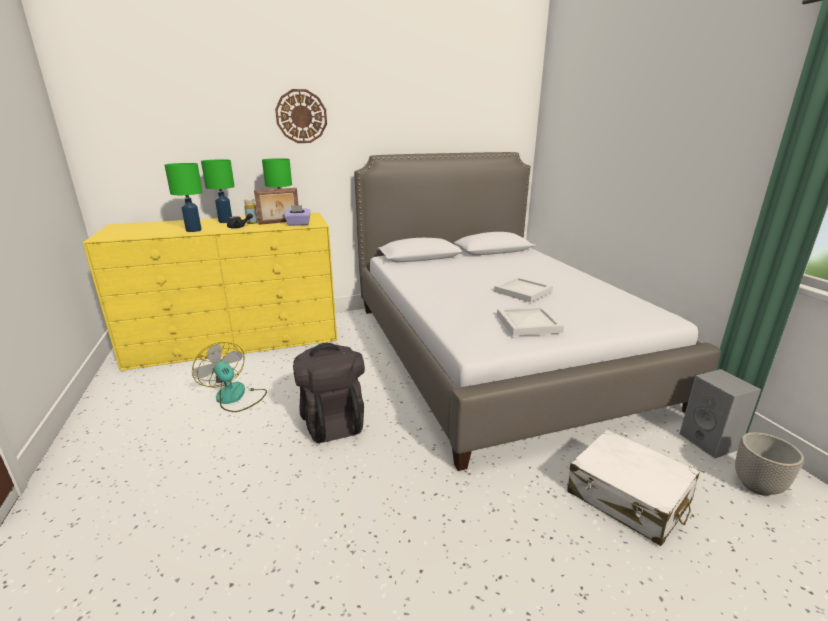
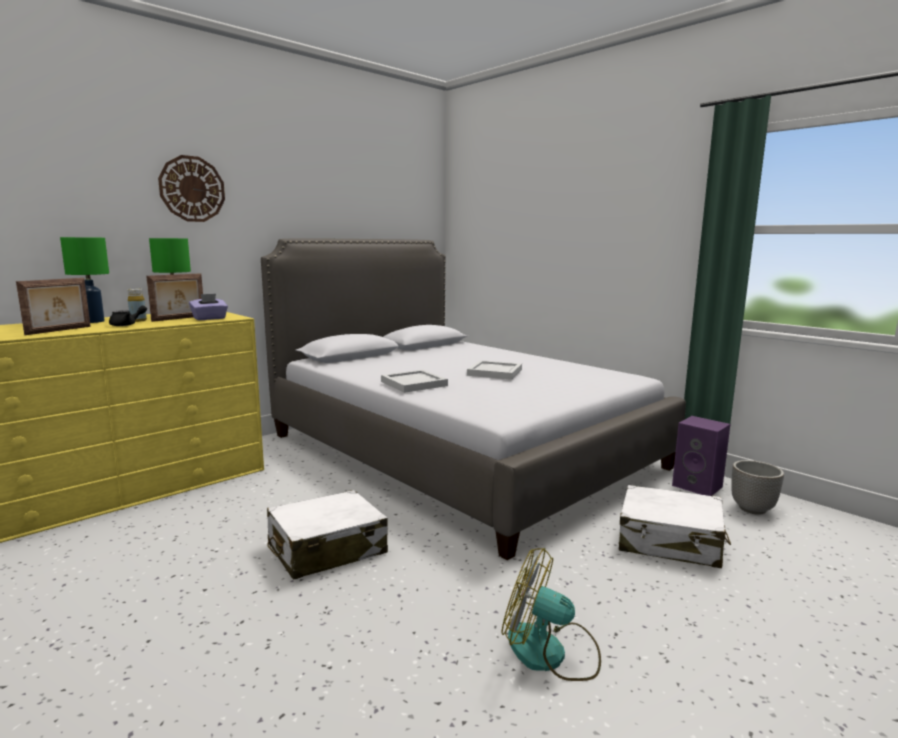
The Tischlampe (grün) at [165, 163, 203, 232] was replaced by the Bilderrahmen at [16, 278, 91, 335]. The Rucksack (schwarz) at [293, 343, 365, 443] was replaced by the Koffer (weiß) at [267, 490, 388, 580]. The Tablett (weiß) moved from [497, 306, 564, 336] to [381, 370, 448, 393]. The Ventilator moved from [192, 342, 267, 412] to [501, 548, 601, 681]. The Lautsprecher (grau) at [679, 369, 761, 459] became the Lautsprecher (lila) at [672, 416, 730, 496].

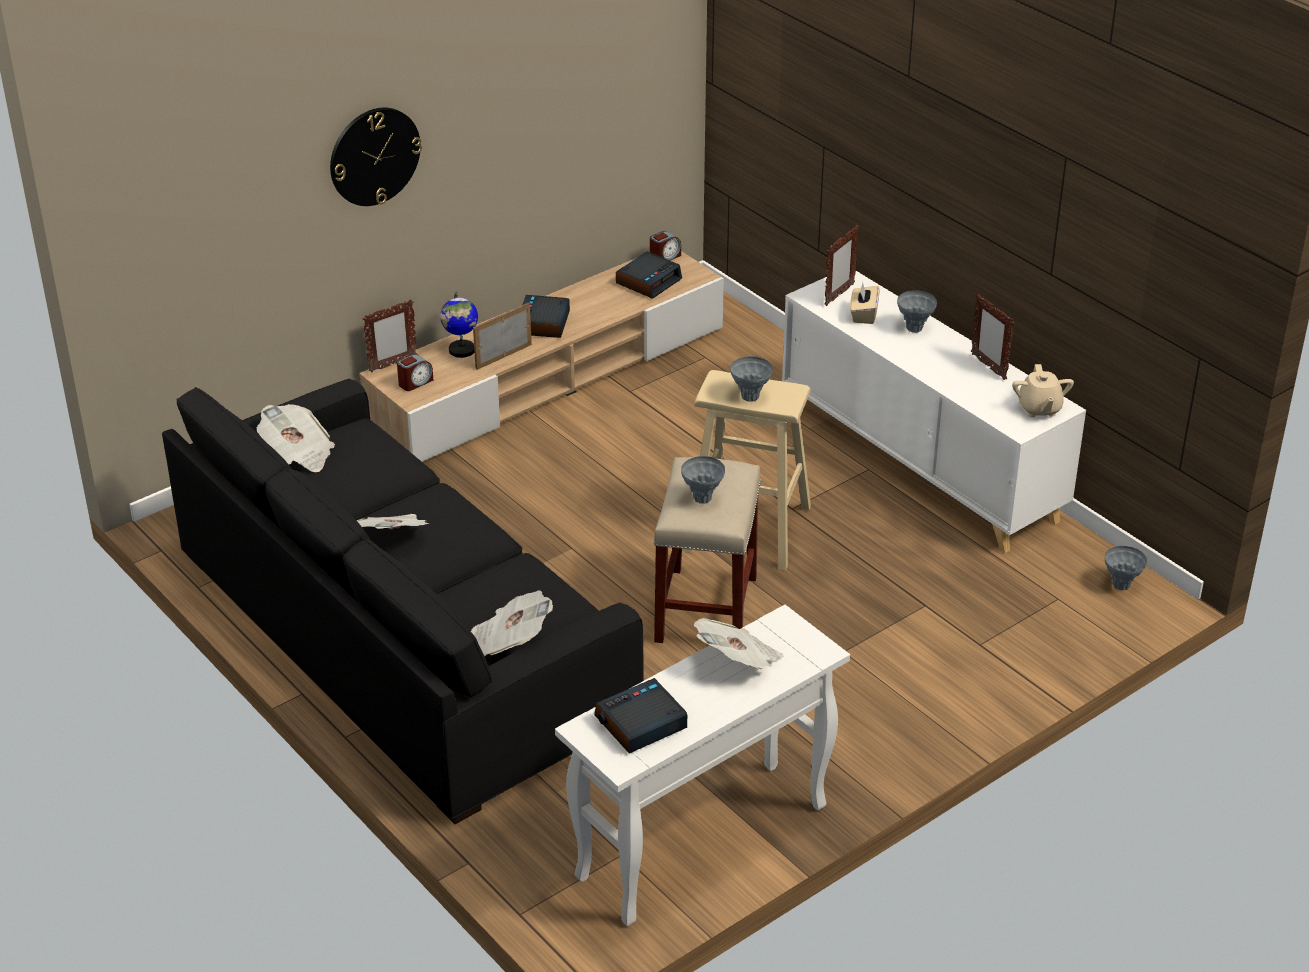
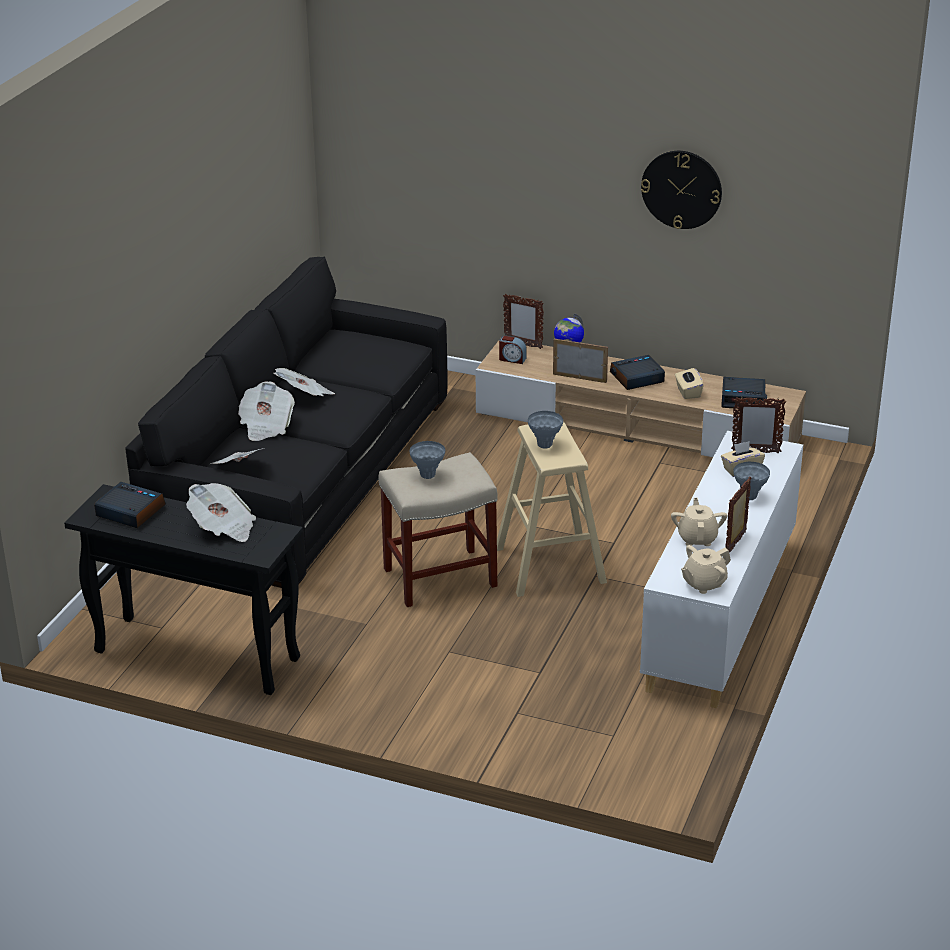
The Konsolentisch (weiß) at [555, 605, 850, 926] became the Konsolentisch (schwarz) at [64, 484, 303, 695]. The Zeitung moved from [257, 404, 335, 472] to [238, 381, 295, 441]. The Wanduhr moved from [330, 108, 422, 206] to [641, 151, 722, 229]. The Teekanne (beige) at [671, 498, 727, 546] appeared. The Taschentuchbox (beige) at [675, 368, 704, 399] appeared. The Wecker at [650, 231, 681, 261] disappeared. The Vase (grau) at [1105, 546, 1147, 590] disappeared.

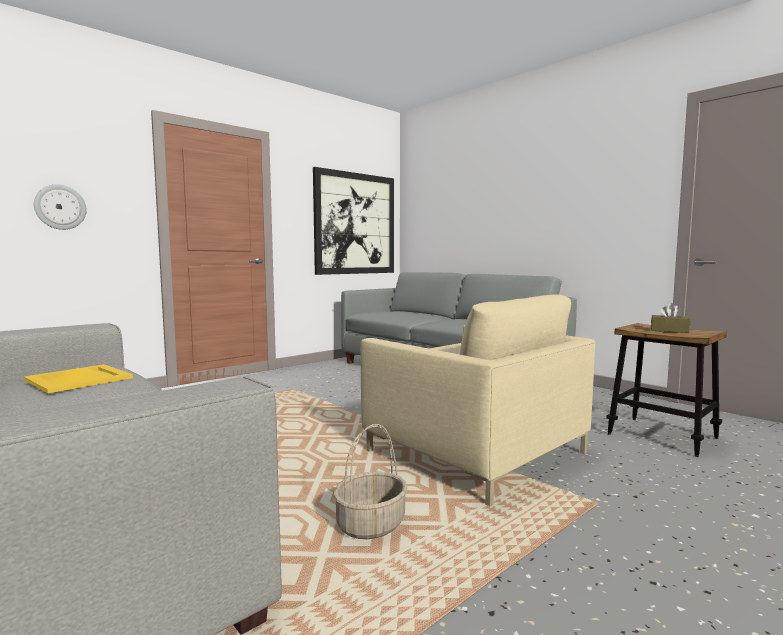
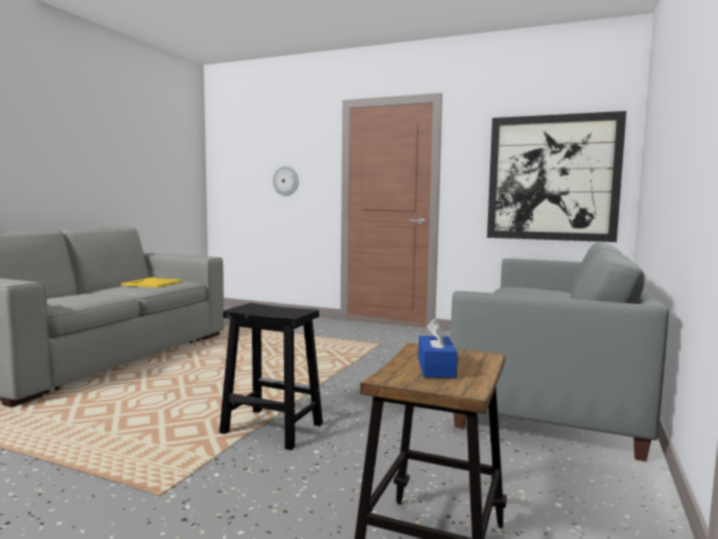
The Sessel (beige) at [360, 295, 596, 506] was replaced by the Hocker (schwarz) at [219, 303, 323, 450]. The Taschentuchbox (braun) at [651, 303, 690, 333] became the Taschentuchbox (blau) at [418, 318, 458, 378]. The Korb at [333, 424, 407, 539] disappeared.

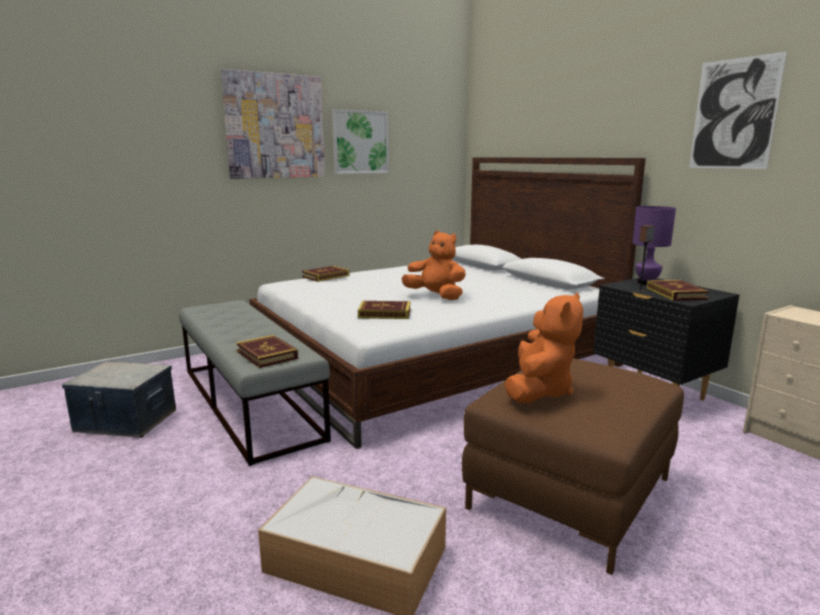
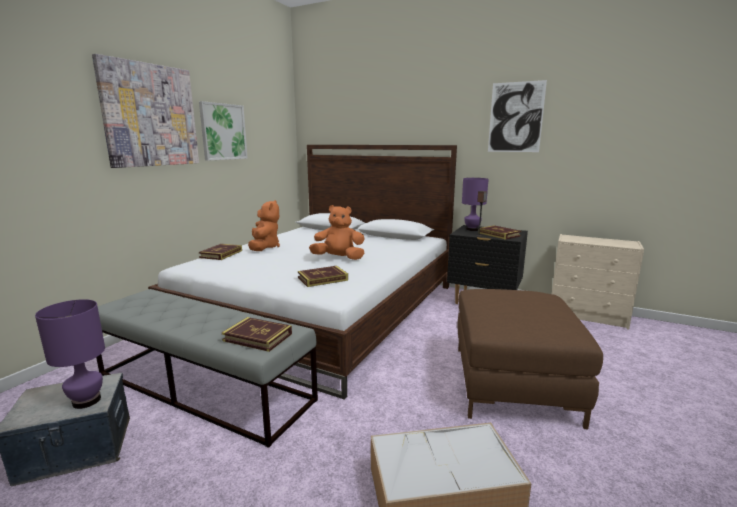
The Tischlampe (lila) at [35, 299, 105, 409] appeared. The Plüschtier (orange) moved from [504, 292, 583, 403] to [248, 200, 280, 251].

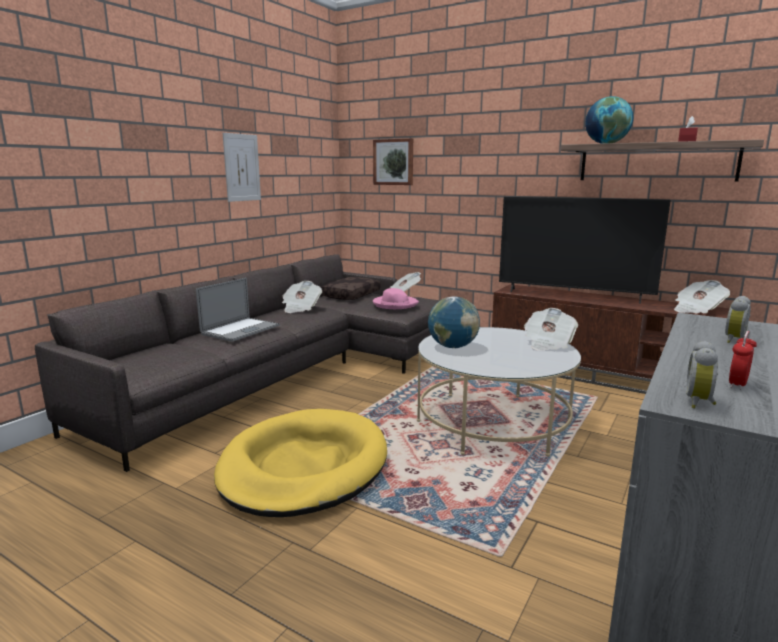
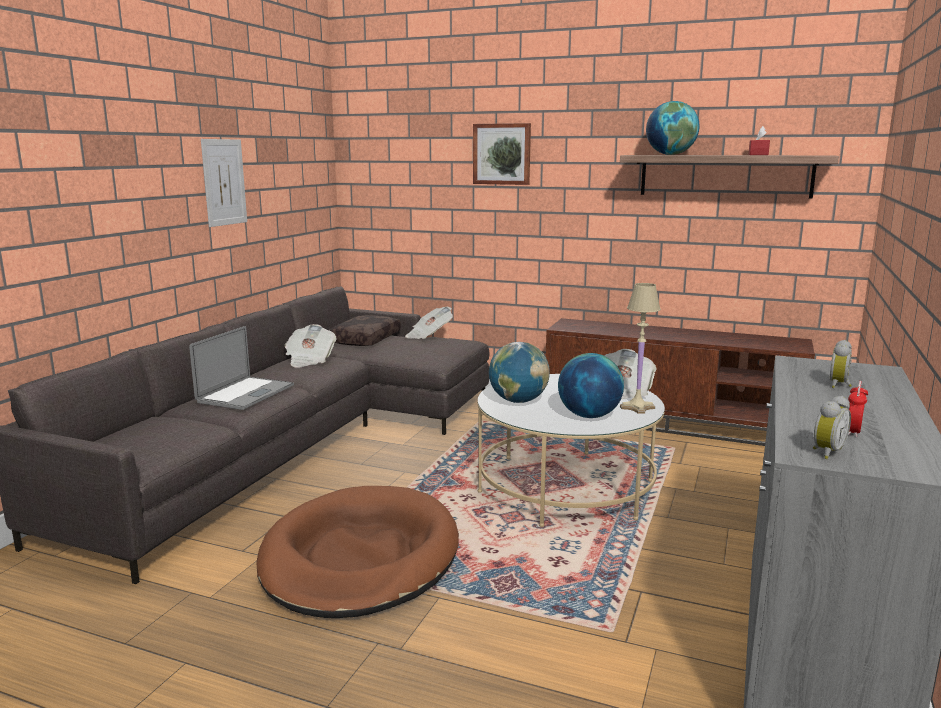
The Hundebett (gelb) at [214, 409, 387, 517] became the Hundebett (braun) at [256, 486, 459, 618]. The Bild moved from [373, 138, 413, 185] to [473, 123, 531, 185]. The Globus at [558, 353, 624, 418] appeared. The Tischlampe (beige) at [620, 283, 661, 414] appeared. The Wecker at [686, 341, 718, 408] turned 150 degrees counterclockwise. The Hut (rosa) at [373, 288, 419, 309] disappeared. The Fernseher at [499, 197, 671, 304] disappeared. The Zeitung at [674, 280, 730, 313] disappeared.

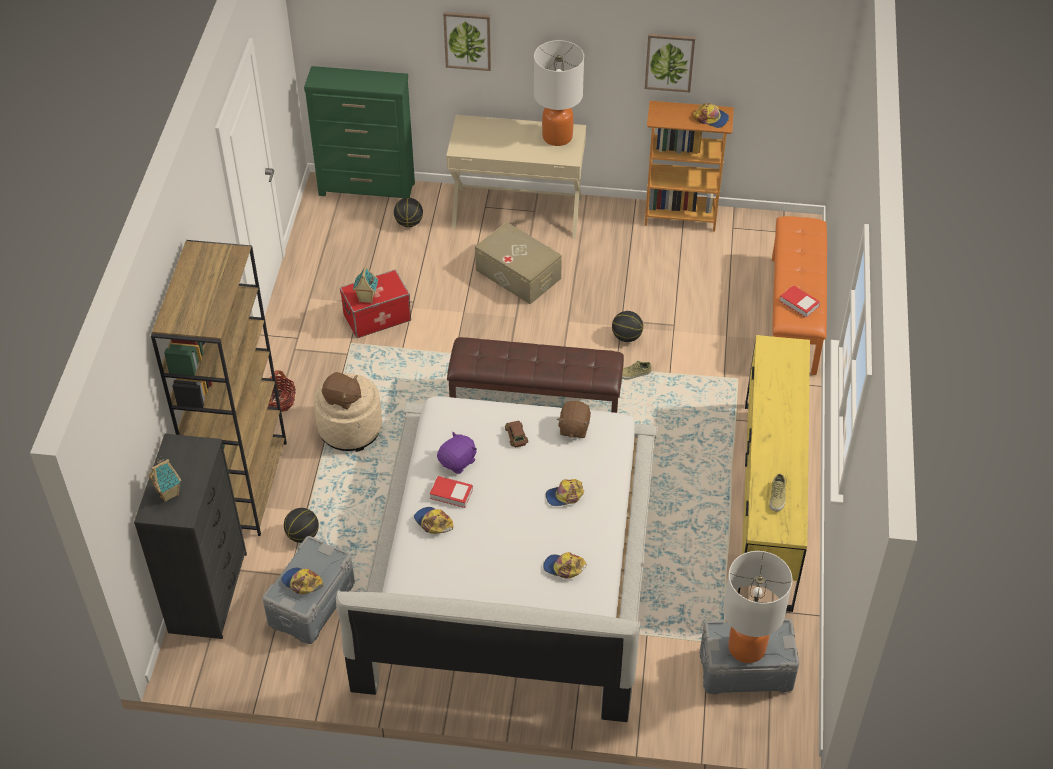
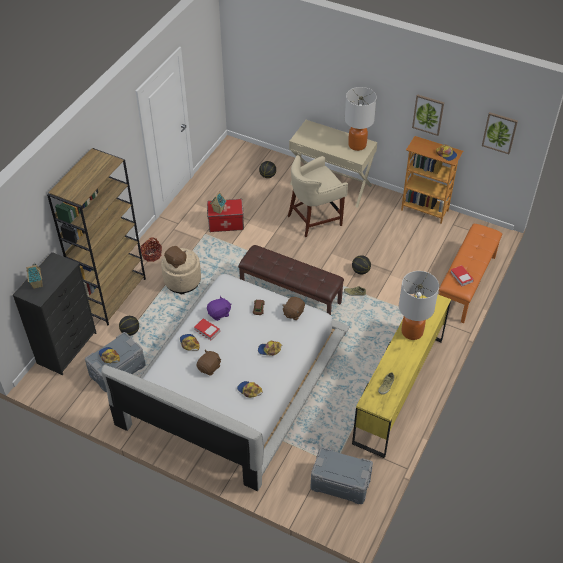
The Plüschtier (braun) at [196, 350, 221, 376] appeared. The Aufbewahrungsbox (beige) at [475, 222, 562, 304] was replaced by the Hocker (beige) at [288, 155, 348, 237]. The Tischlampe moved from [723, 551, 792, 663] to [399, 271, 439, 340]. The Bild moved from [443, 12, 491, 71] to [482, 112, 518, 154]. The Kommode (grün) at [304, 66, 415, 198] disappeared.

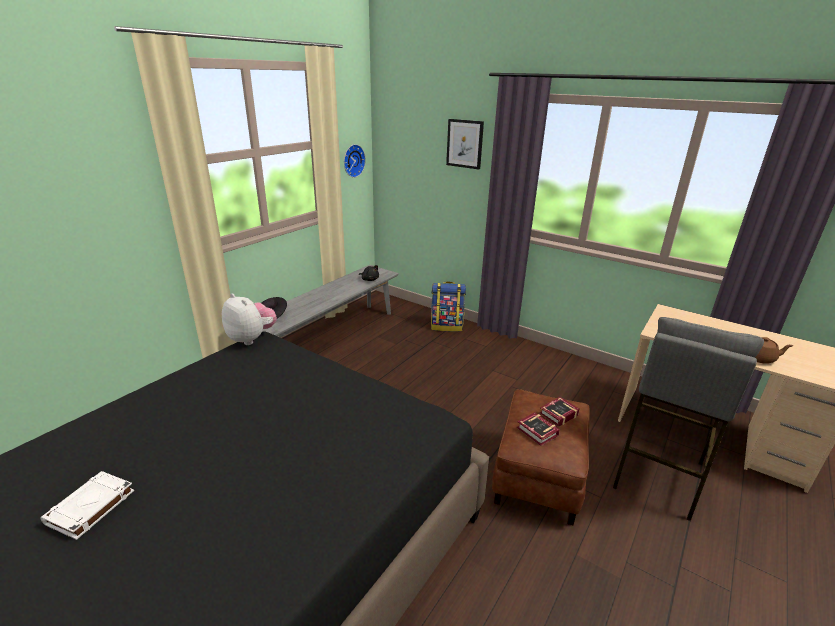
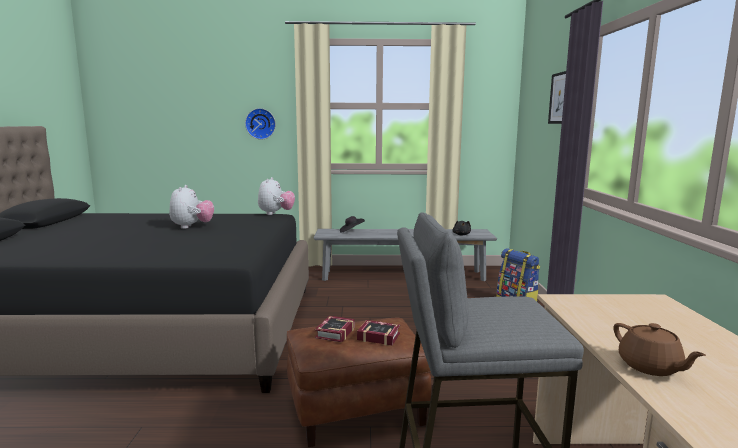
The Plüschtier at [169, 185, 214, 229] appeared. The Wanduhr moved from [344, 144, 366, 178] to [245, 108, 276, 140]. The Buch (weiß) at [40, 471, 134, 540] disappeared.

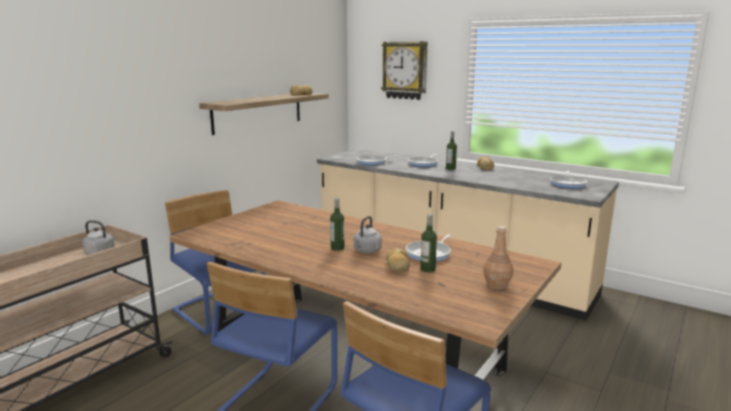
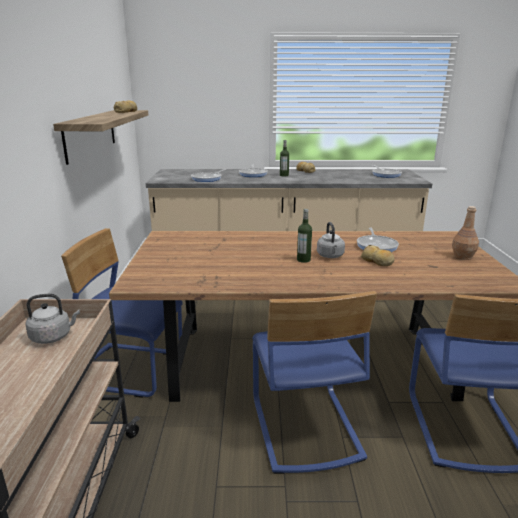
The Wanduhr at [381, 42, 427, 100] disappeared. The Flasche at [420, 214, 437, 273] disappeared.

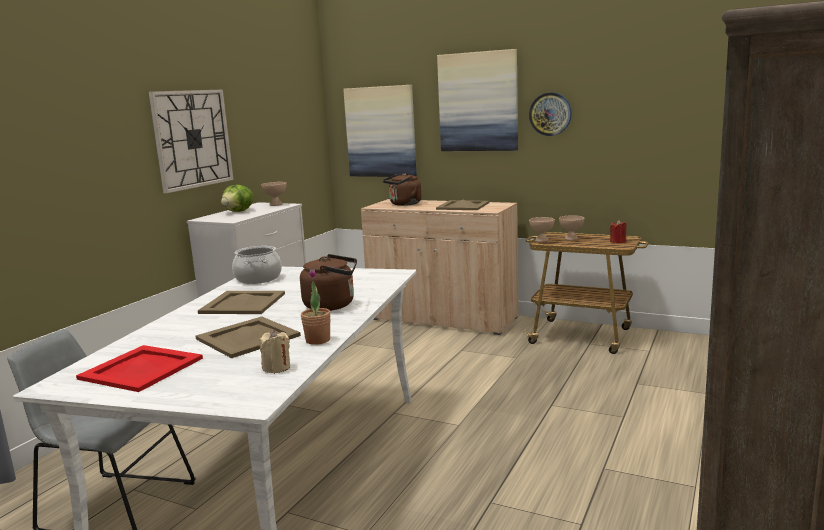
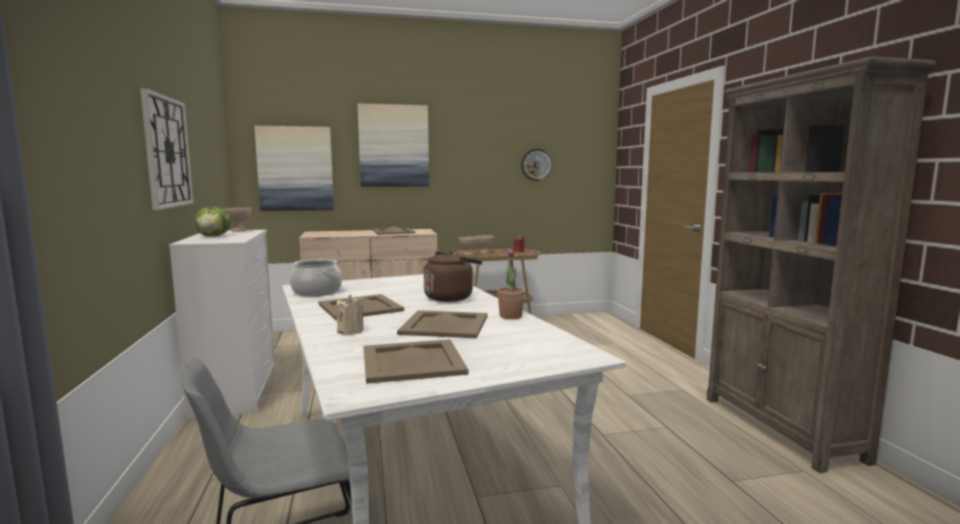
The Kerze (beige) moved from [259, 330, 290, 374] to [336, 295, 364, 335]. The Tablett (rot) at [76, 345, 203, 392] became the Tablett (beige) at [364, 339, 468, 384]. The Wanduhr moved from [529, 92, 572, 136] to [521, 149, 552, 181]. The Wasserkessel (braun) at [383, 173, 421, 206] disappeared.

